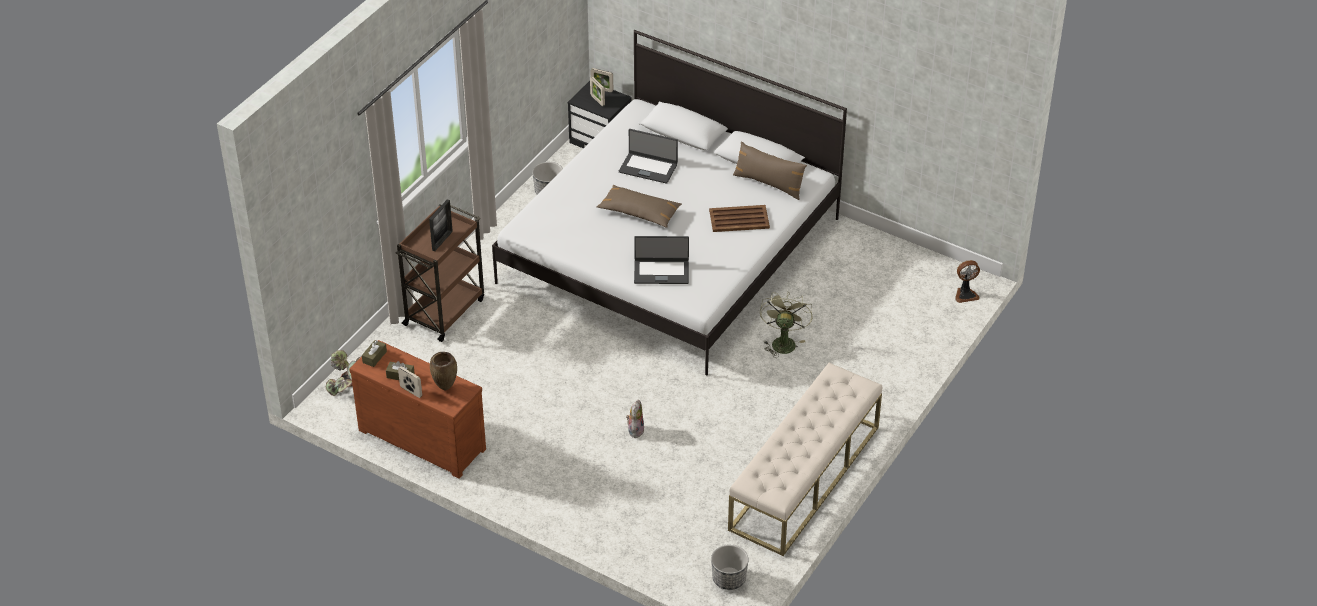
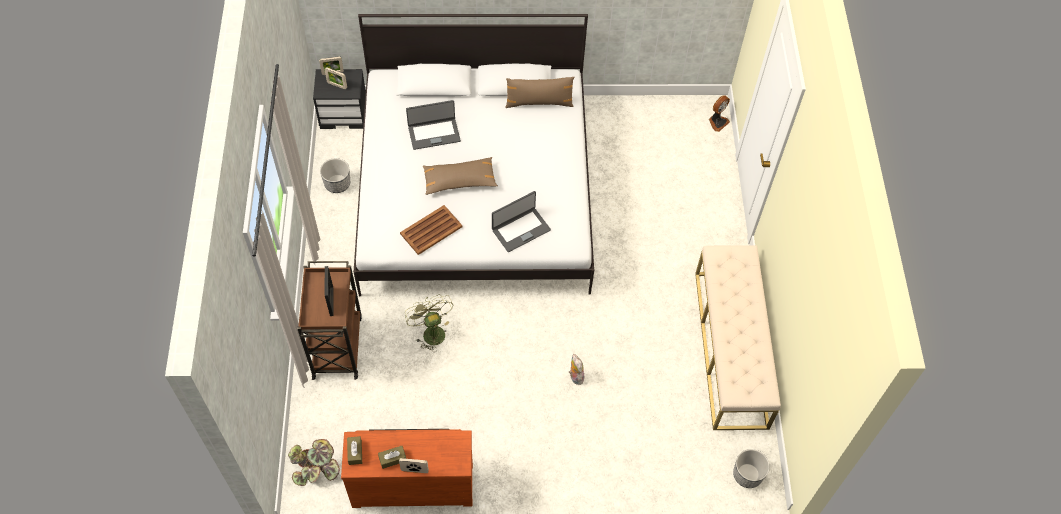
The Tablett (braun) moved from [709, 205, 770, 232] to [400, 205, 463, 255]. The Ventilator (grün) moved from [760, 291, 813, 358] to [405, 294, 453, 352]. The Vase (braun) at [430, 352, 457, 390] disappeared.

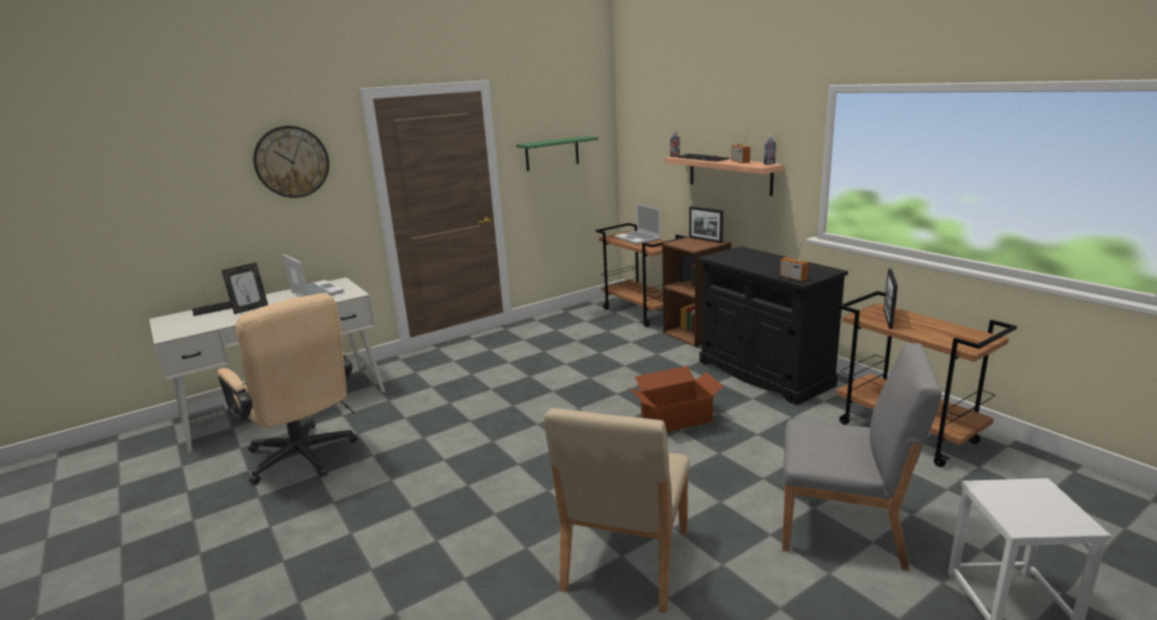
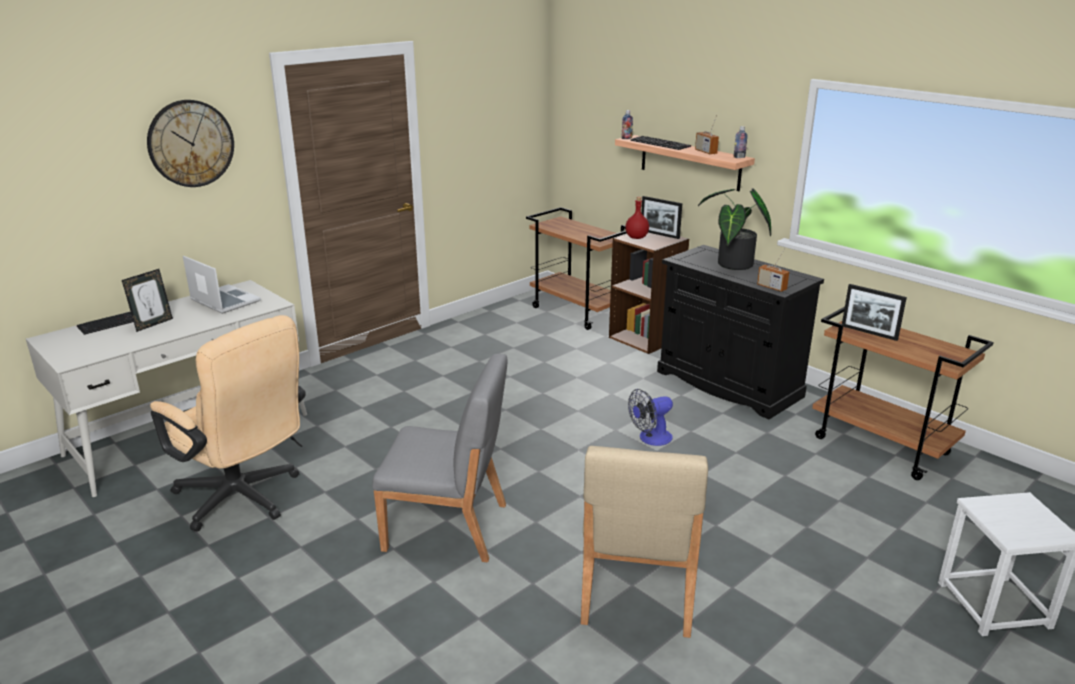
The Stuhl (grau) moved from [782, 343, 942, 571] to [372, 354, 508, 562]. The Flasche (rot) at [625, 197, 649, 239] appeared. The Karton at [630, 366, 724, 432] was replaced by the Ventilator at [628, 389, 673, 446]. The Topfpflanze at [698, 189, 771, 270] appeared. The Bilderrahmen at [884, 269, 898, 329] turned 60 degrees counterclockwise. The Wandregal (grün) at [516, 136, 598, 171] disappeared. The Laptop at [615, 204, 661, 245] disappeared.

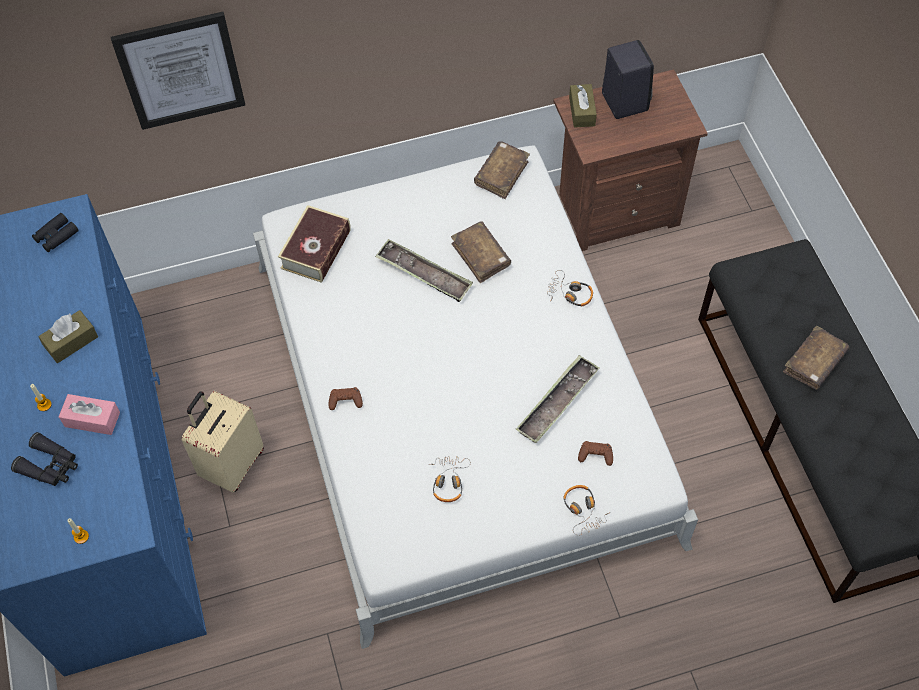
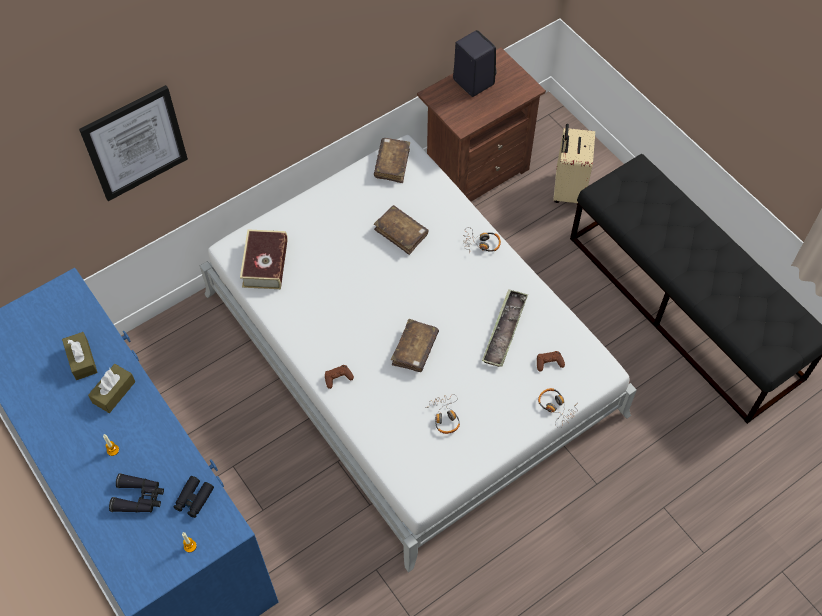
The Taschentuchbox (braun) moved from [569, 84, 597, 128] to [62, 332, 98, 380]. The Fernglas (schwarz) moved from [32, 213, 79, 252] to [174, 476, 214, 518]. The Buch (braun) moved from [783, 326, 849, 390] to [391, 319, 439, 372]. The Koffer (beige) moved from [182, 391, 264, 493] to [553, 124, 595, 204]. The Taschentuchbox (rosa) at [59, 394, 120, 435] disappeared. The Tablett at [375, 239, 473, 302] disappeared.

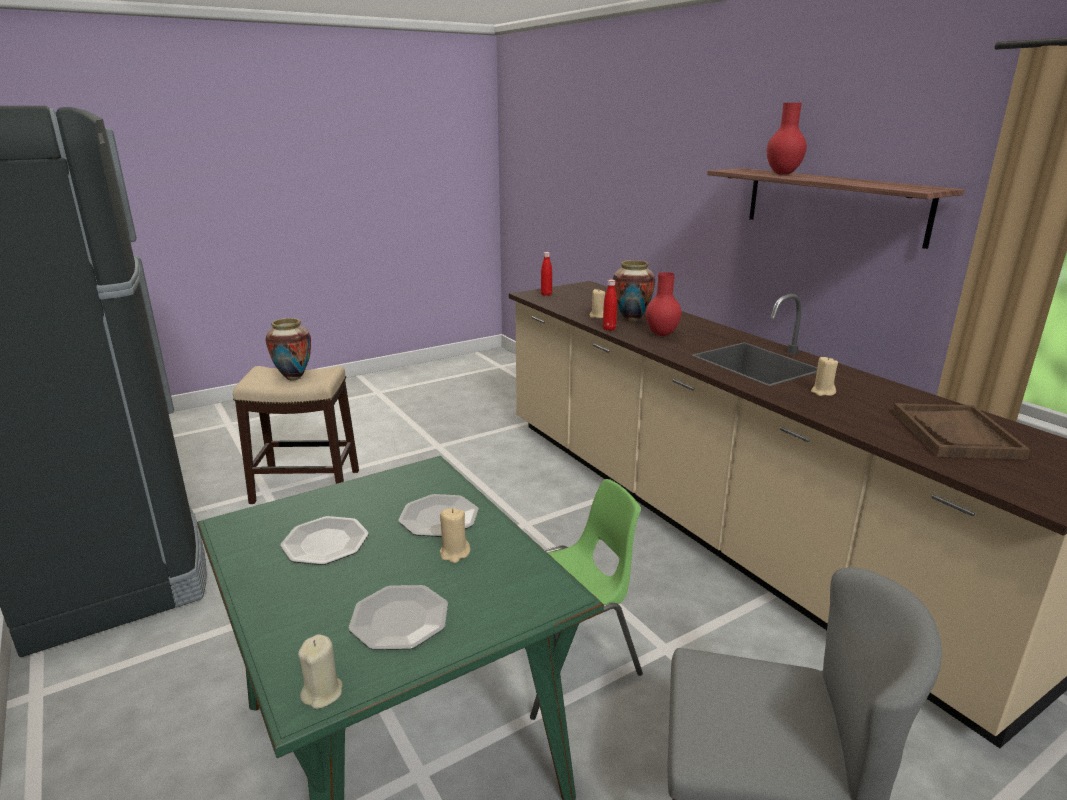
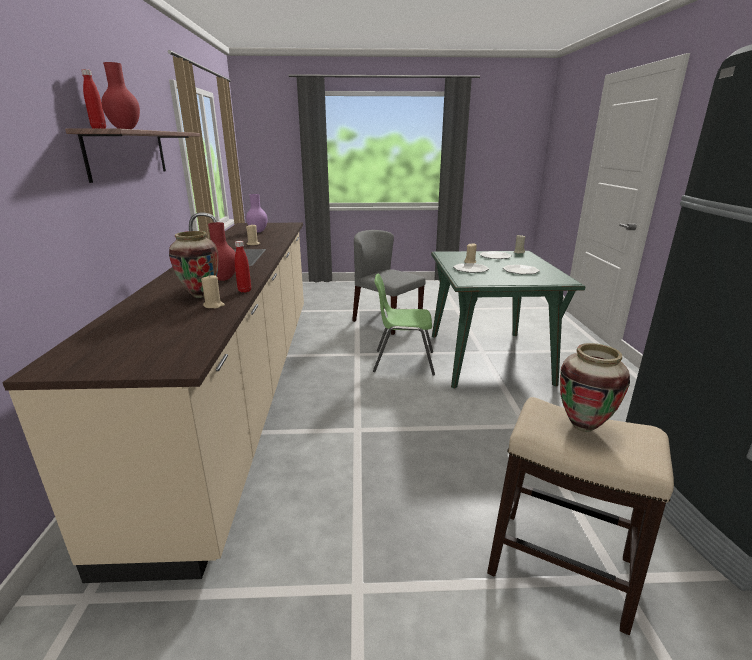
The Flasche (rot) moved from [541, 252, 552, 296] to [81, 69, 106, 129]. The Tablett (braun) at [893, 403, 1030, 460] was replaced by the Vase (lila) at [246, 194, 267, 233].

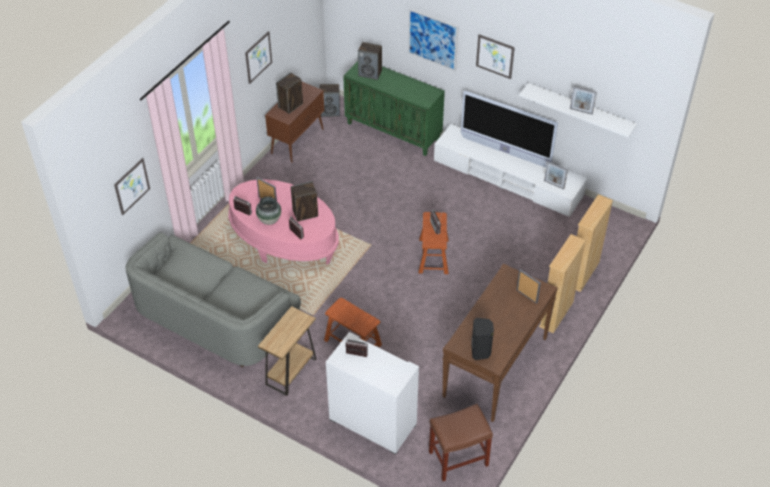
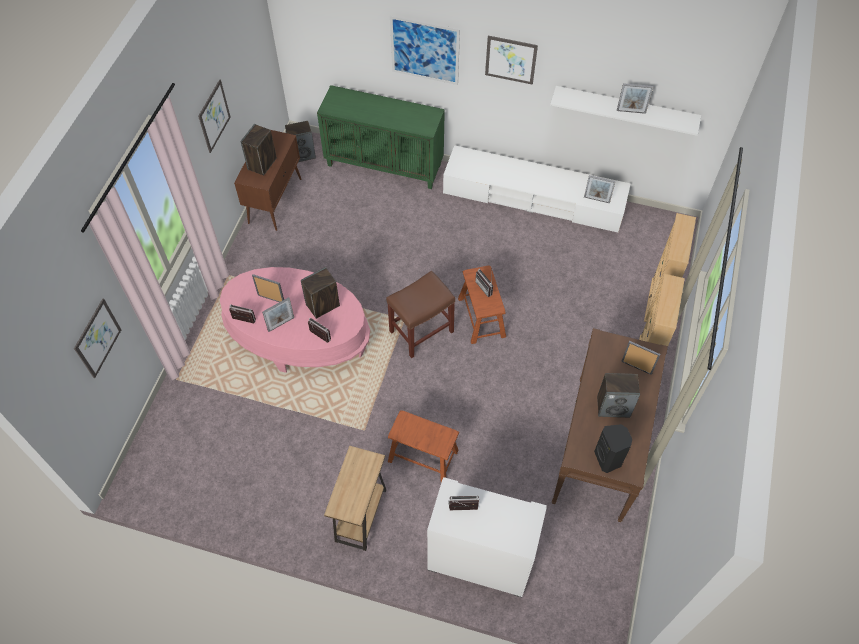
The Vase at [256, 196, 281, 225] was replaced by the Bilderrahmen at [262, 297, 294, 332]. The Hocker (braun) moved from [429, 404, 493, 481] to [386, 271, 455, 358]. The Lautsprecher moved from [358, 42, 382, 80] to [597, 373, 640, 418]. The Sofa (grau) at [126, 233, 301, 367] disappeared. The Fernseher at [461, 91, 558, 167] disappeared.

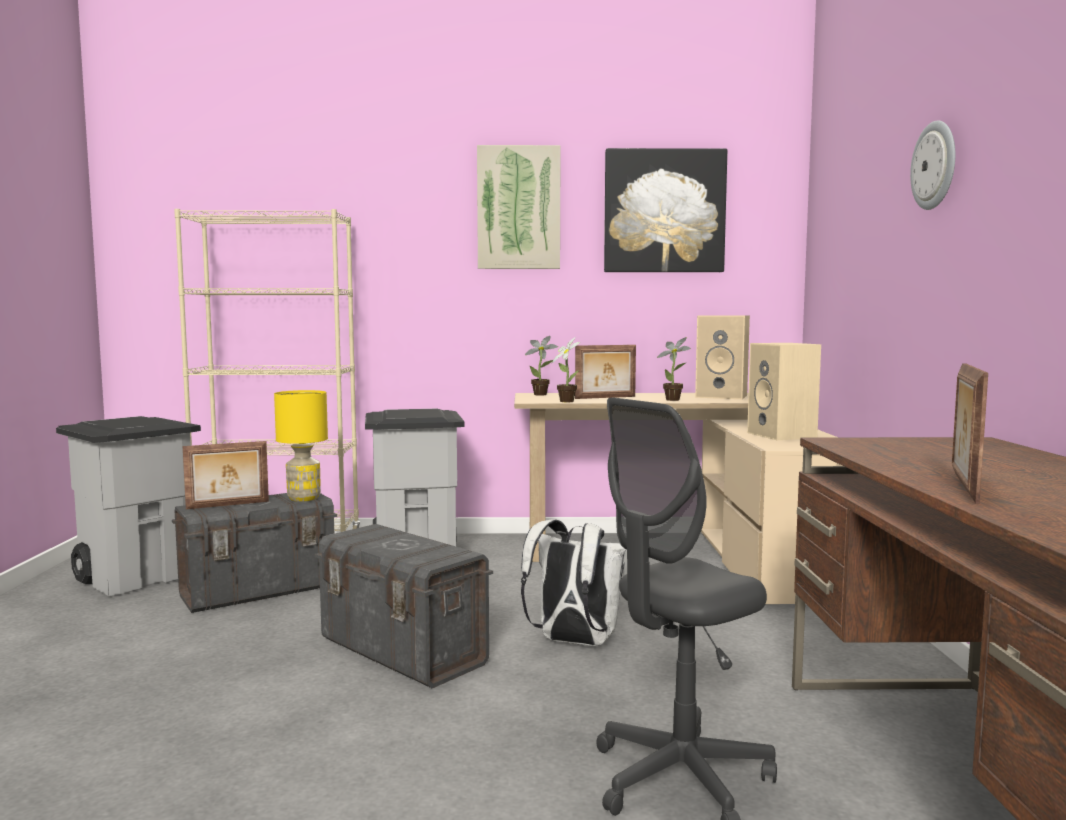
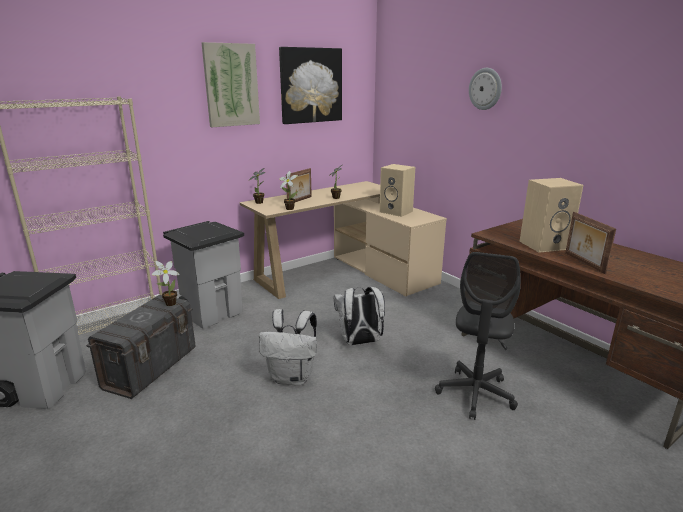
The Tischlampe (gelb) at [274, 390, 328, 502] was replaced by the Topfpflanze at [151, 261, 180, 306]. The Aufbewahrungsbox (grau) at [315, 524, 493, 688] was replaced by the Rucksack (weiß) at [259, 309, 317, 385]. The Lautsprecher (beige) moved from [695, 315, 750, 399] to [519, 178, 583, 253]. The Bilderrahmen at [183, 441, 269, 509] disappeared.

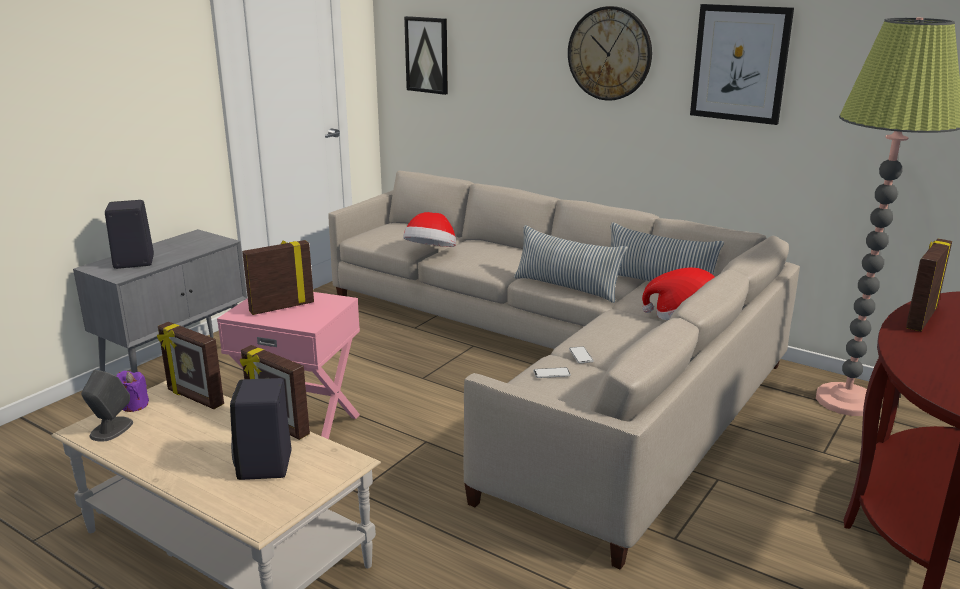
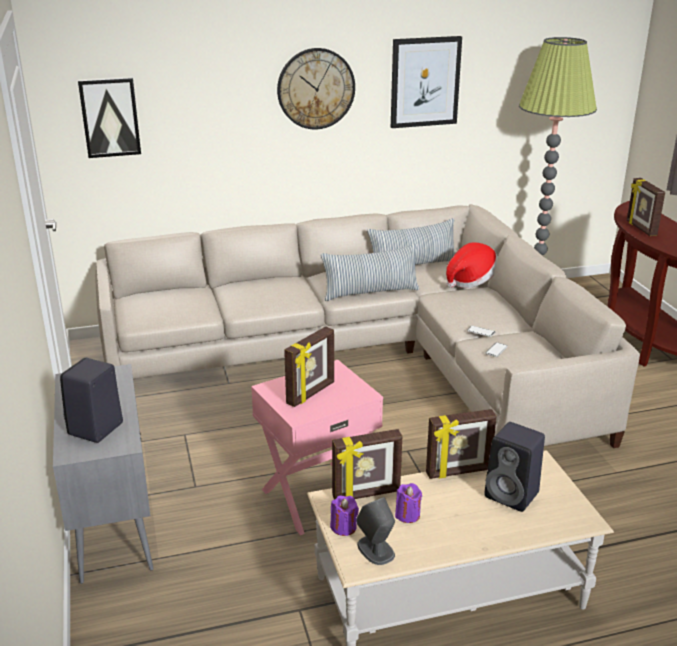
The Bilderrahmen at [242, 240, 314, 315] turned 150 degrees counterclockwise. The Kerze (lila) at [395, 483, 422, 523] appeared. The Hut at [403, 212, 456, 247] disappeared.

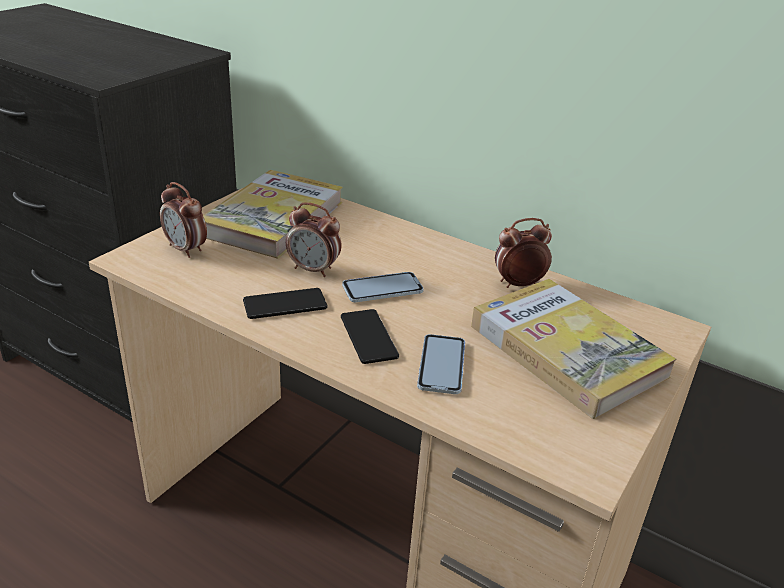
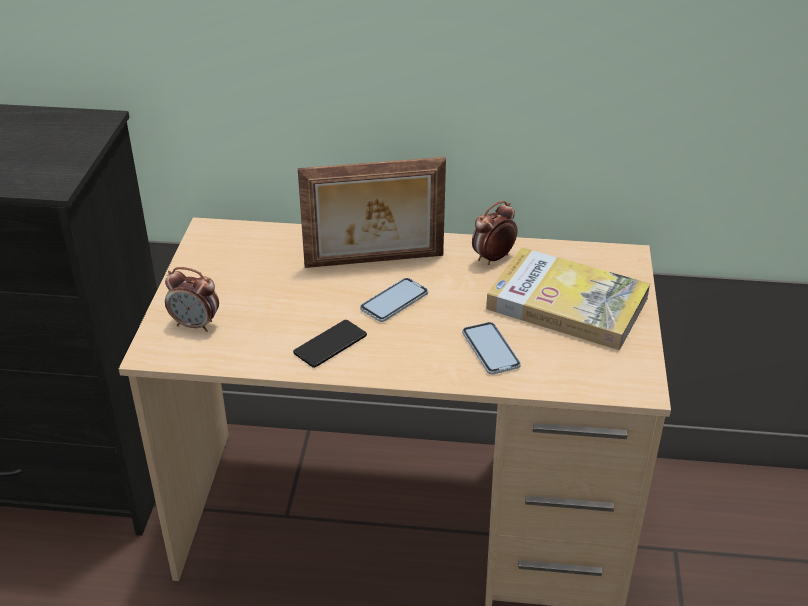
The Bilderrahmen at [298, 157, 446, 268] appeared. The Buch at [203, 170, 343, 259] disappeared. The Wecker at [286, 202, 342, 277] disappeared. The Handy at [341, 309, 399, 364] disappeared.

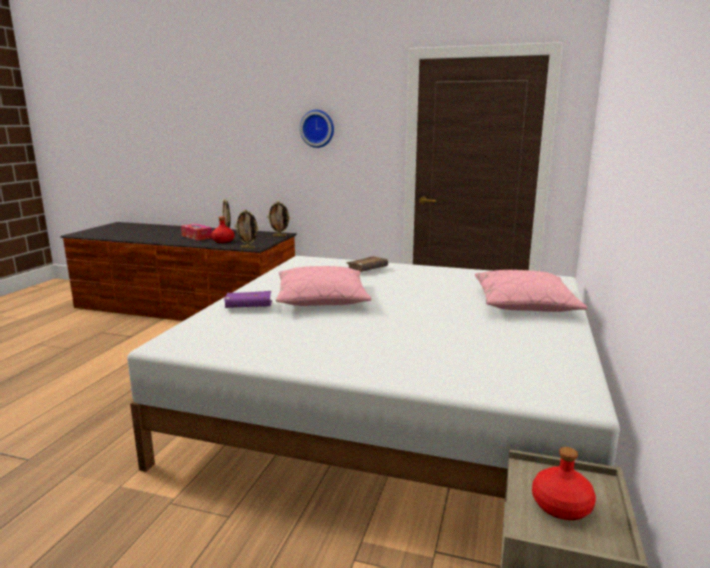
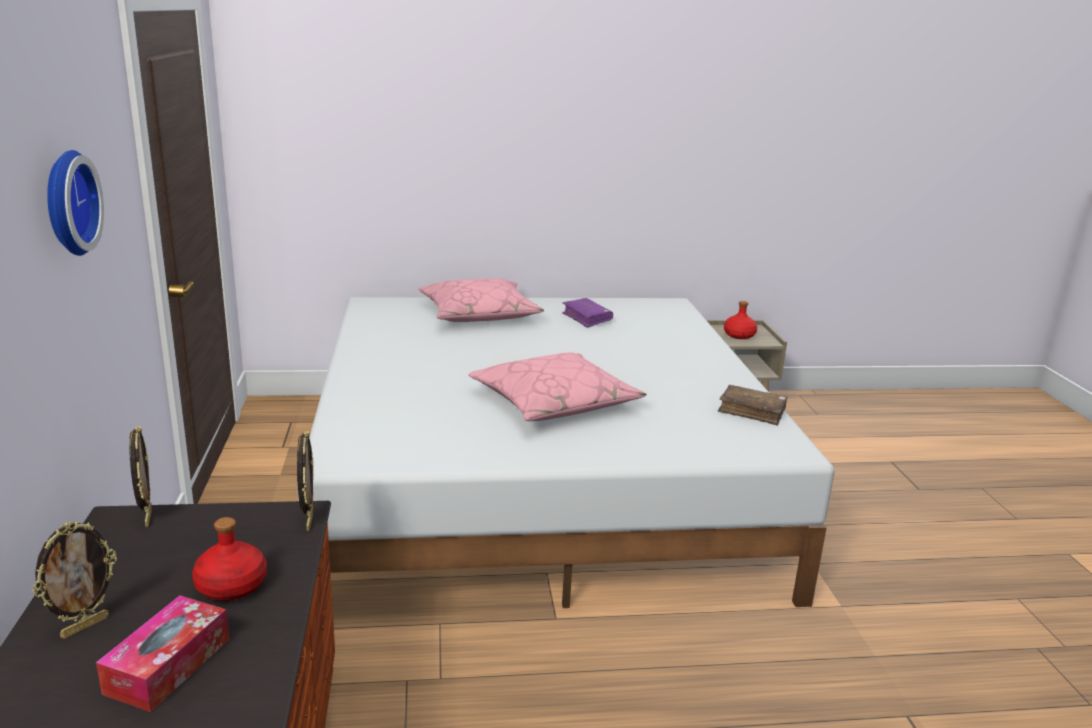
The Buch (lila) moved from [224, 291, 272, 308] to [562, 298, 613, 328]. The Buch (braun) moved from [346, 256, 388, 272] to [718, 385, 788, 426].

